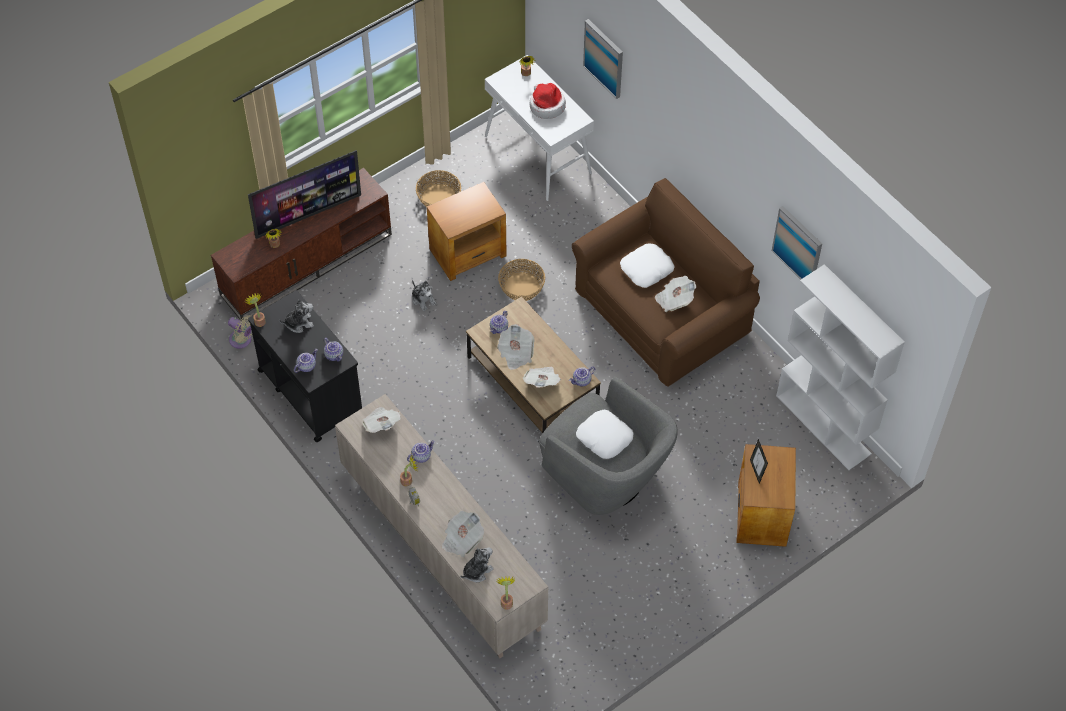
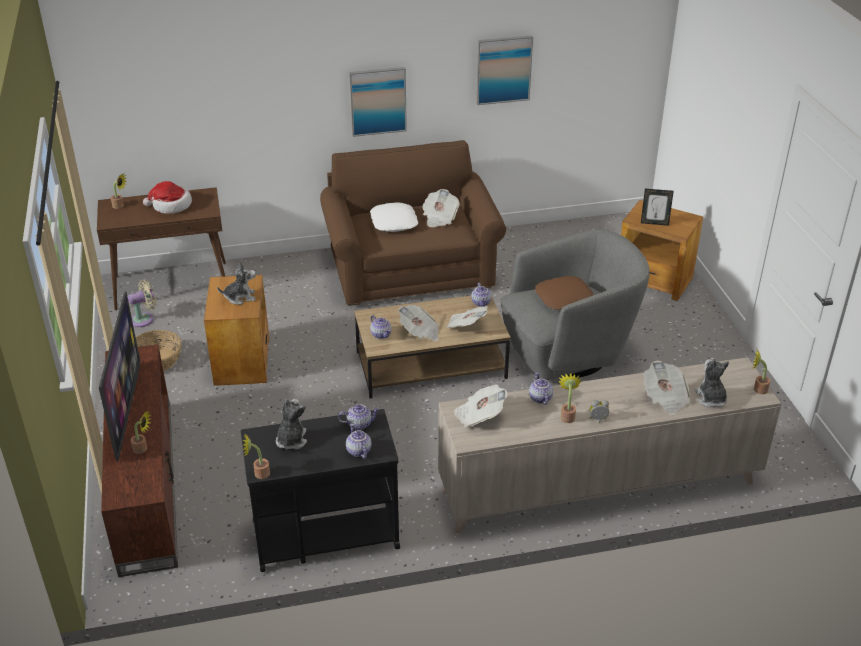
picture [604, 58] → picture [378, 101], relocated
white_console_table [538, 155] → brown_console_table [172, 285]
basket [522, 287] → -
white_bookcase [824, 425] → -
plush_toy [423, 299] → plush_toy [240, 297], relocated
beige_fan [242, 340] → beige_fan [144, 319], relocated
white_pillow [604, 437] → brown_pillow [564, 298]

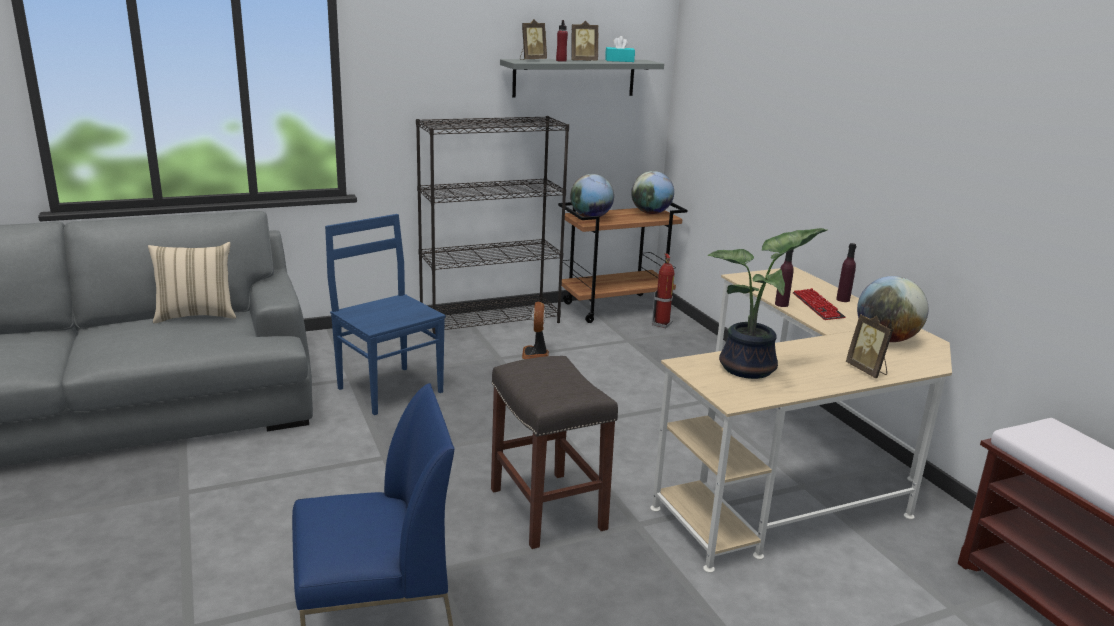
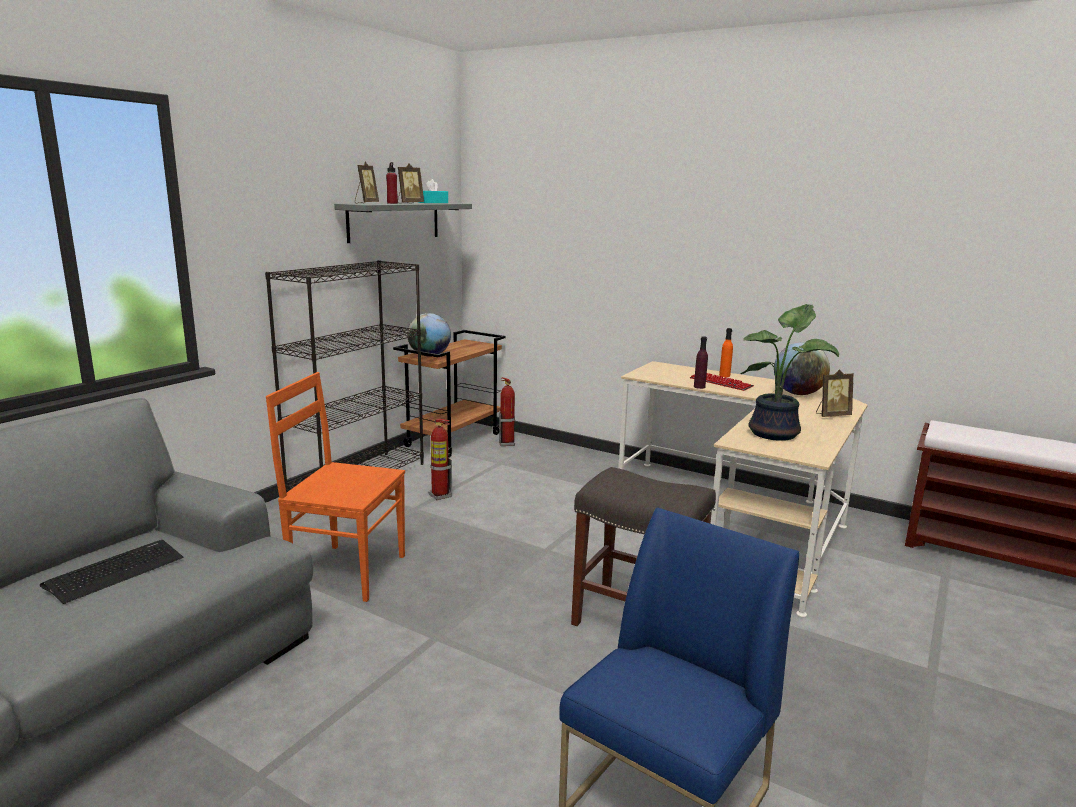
globe [650, 213] → -
blue_chair [389, 389] → orange_chair [346, 571]
beige_pillow [196, 315] → -
purple_bottle [843, 299] → orange_bottle [724, 375]
fan [535, 354] → fire_extinguisher [440, 496]
picture_frame [867, 370] → picture_frame [831, 415], 45 degrees counterclockwise
- → keyboard [115, 571]

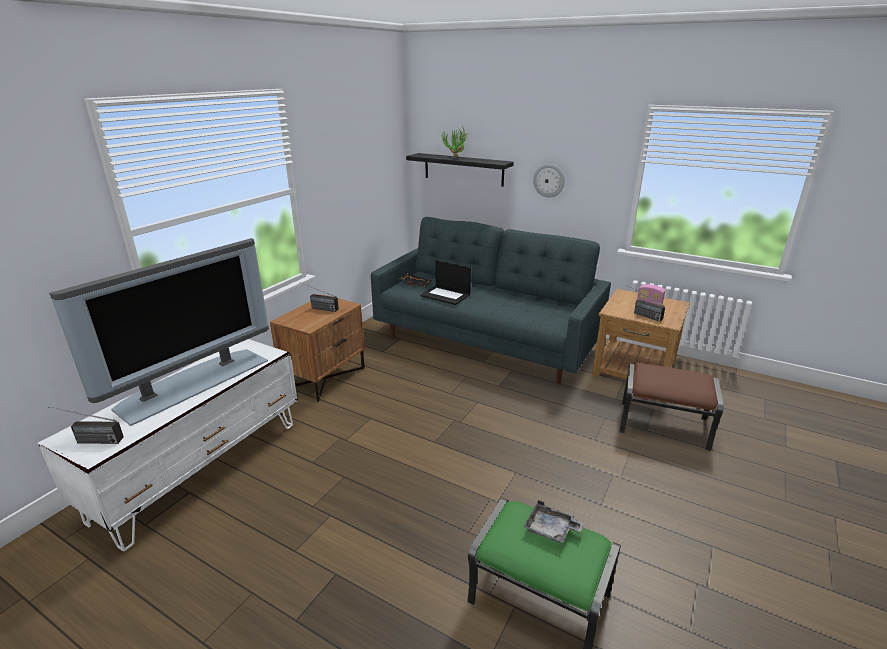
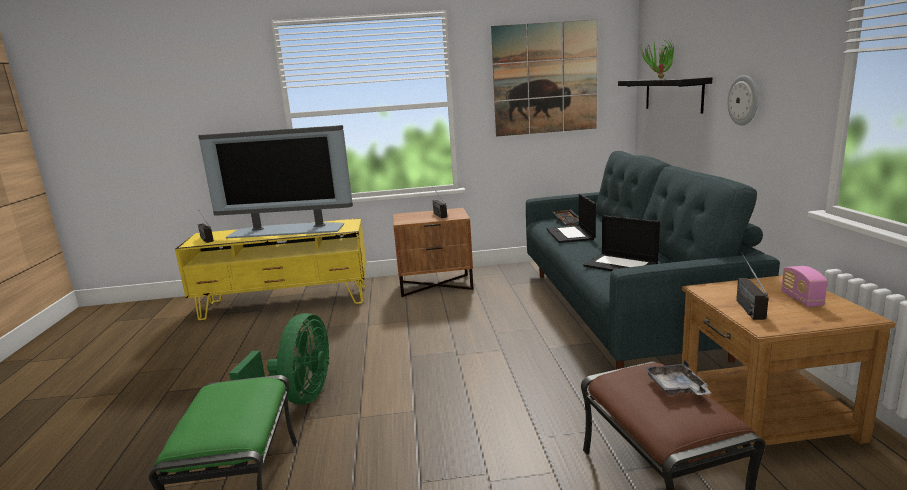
white_tv_stand [202, 468] → yellow_tv_stand [286, 302]
grey_tray [551, 529] → grey_tray [676, 388], relocated
- → picture [545, 79]
- → laptop [622, 265]
- → green_fan [298, 398]

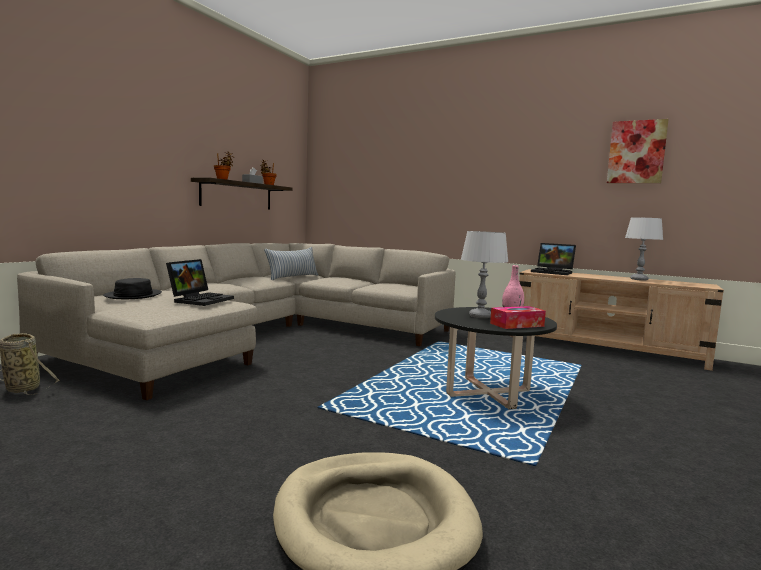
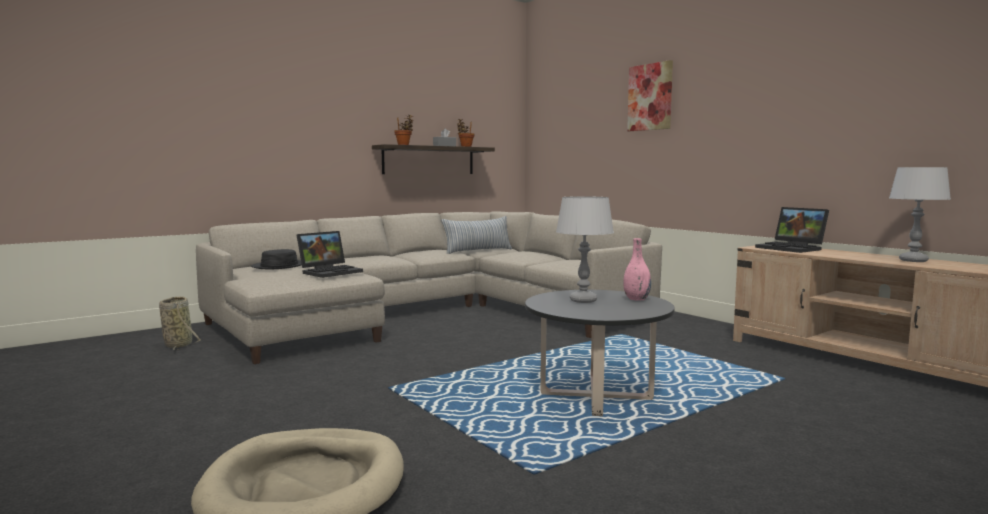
picture [636, 152] → picture [650, 97], relocated
tissue_box [517, 325] → -

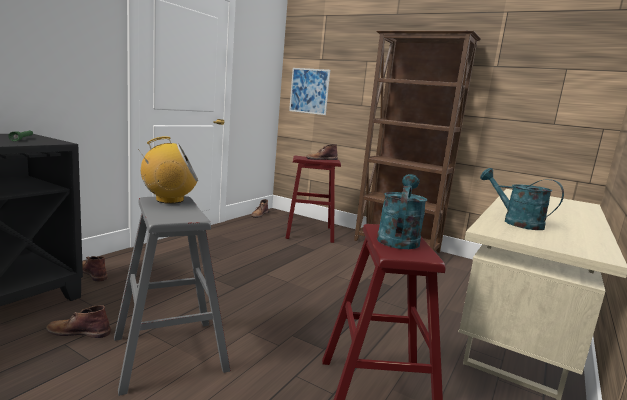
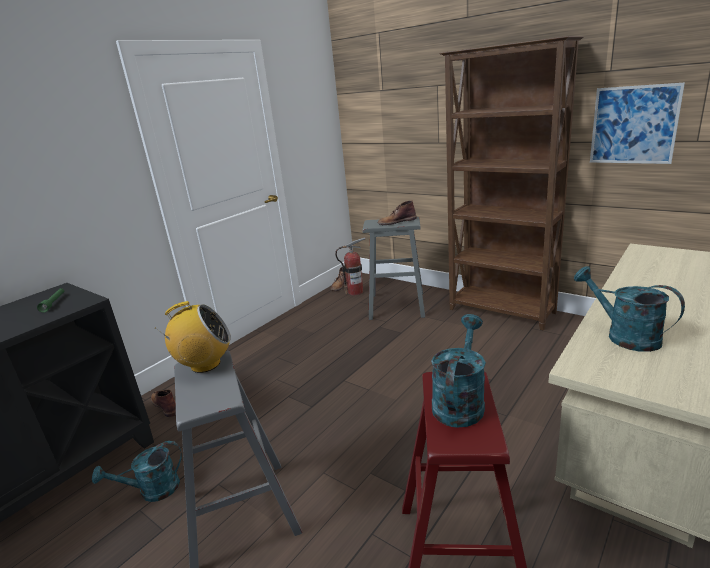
picture [309, 91] → picture [633, 125], relocated
red_stool [309, 232] → grey_stool [397, 305]
brown_boot [78, 331] → turquoise_watering_can [152, 491]
- → fire_extinguisher [355, 292]

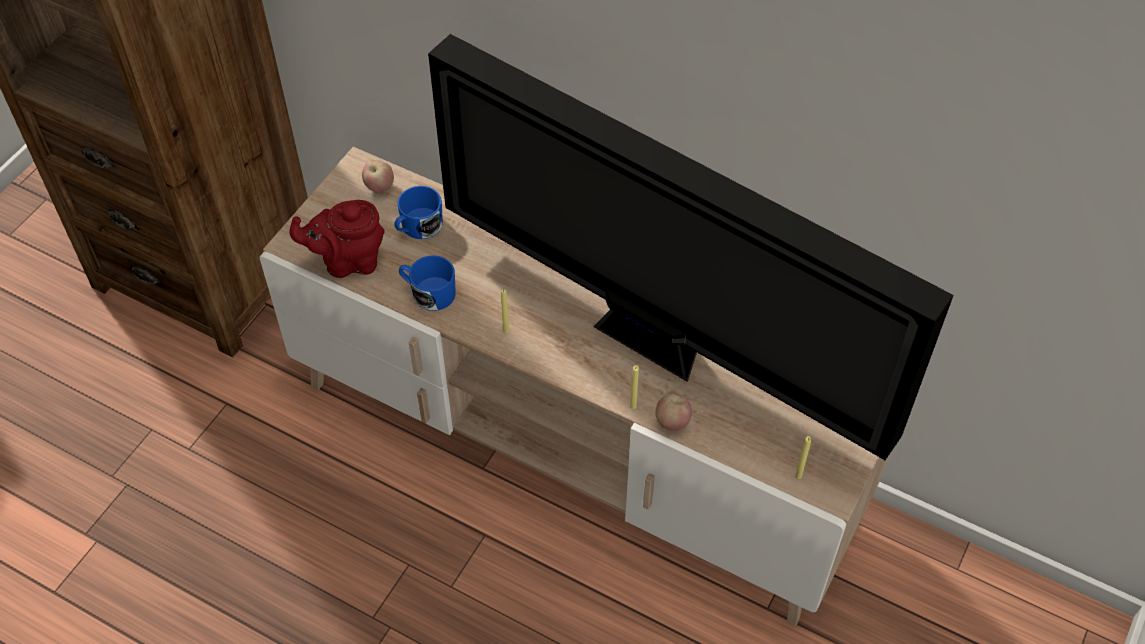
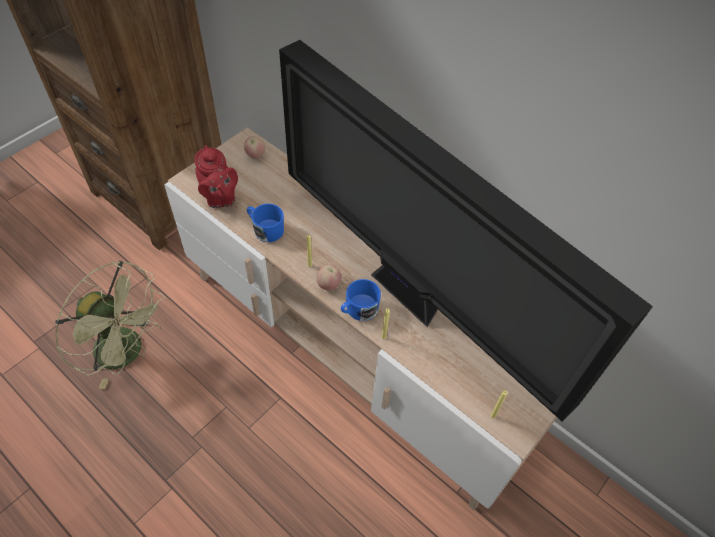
blue_mug [418, 227] → blue_mug [358, 309], relocated
red_teapot [348, 261] → red_teapot [219, 198], 120 degrees counterclockwise
apple [672, 422] → apple [328, 285], relocated
- → green_fan [128, 352]

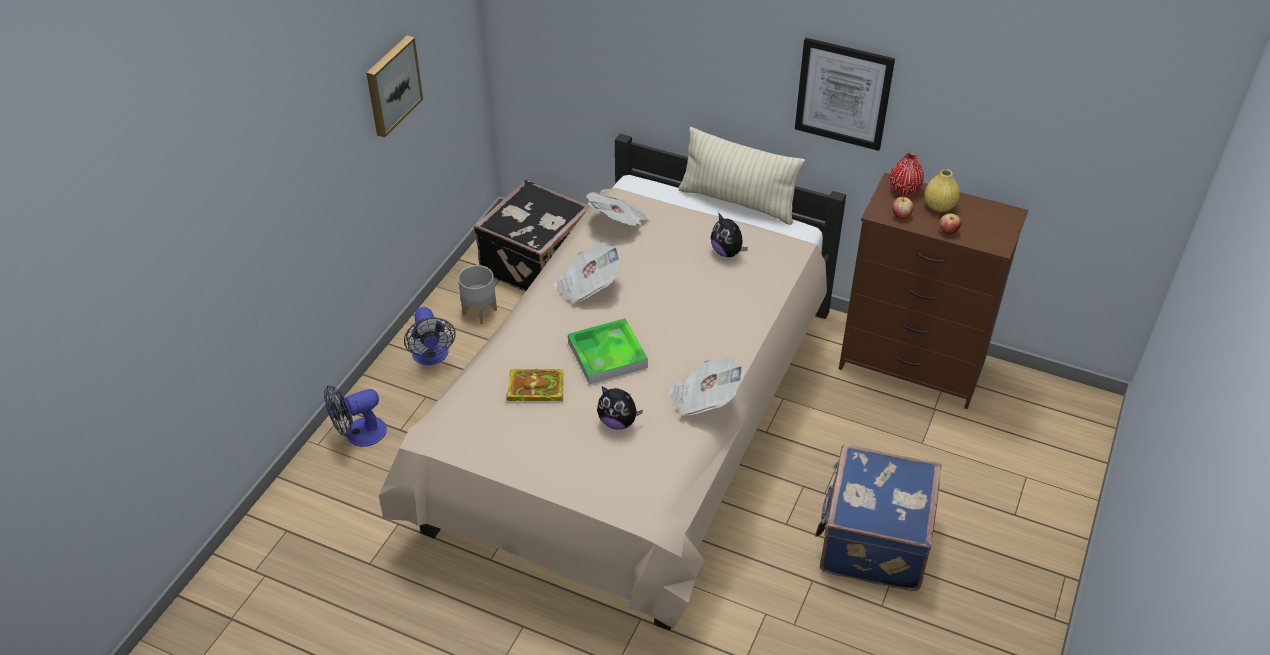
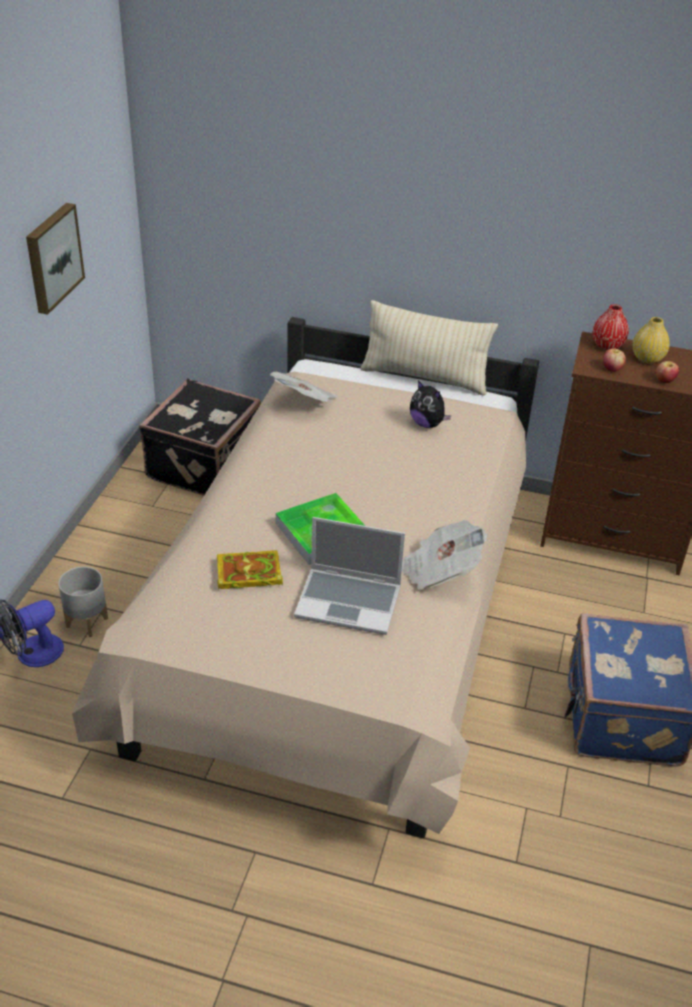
picture [843, 94] → -
newspaper [587, 286] → -
grey_planter [480, 311] → grey_planter [87, 622], relocated
fan [431, 356] → -
plush_toy [618, 422] → laptop [350, 602]

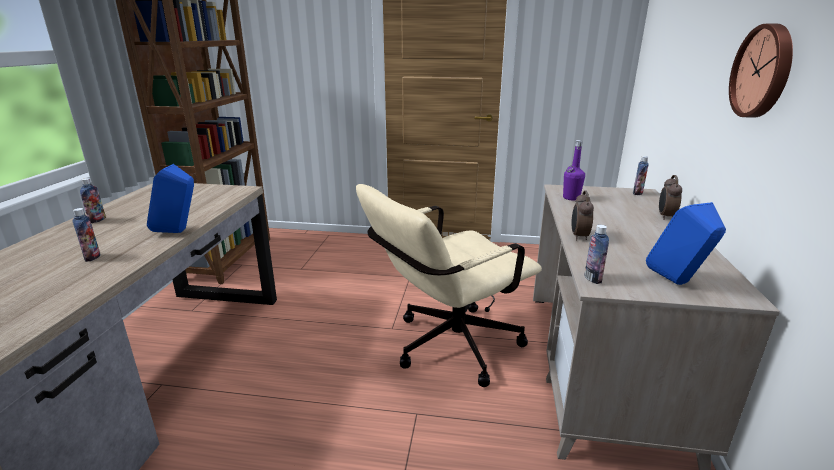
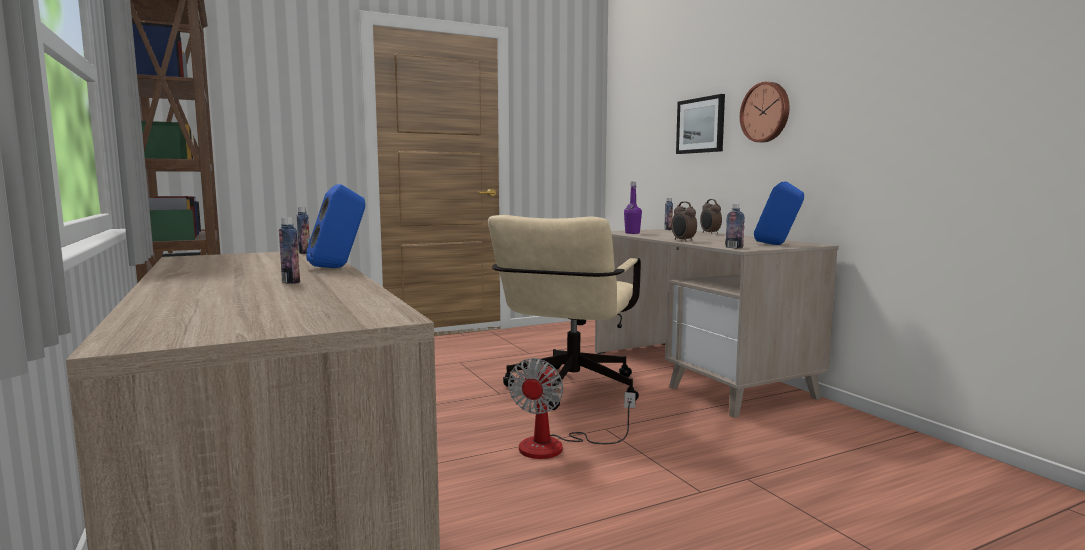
bottle [97, 220] → bottle [304, 253], relocated
- → picture [701, 125]
- → fan [557, 446]

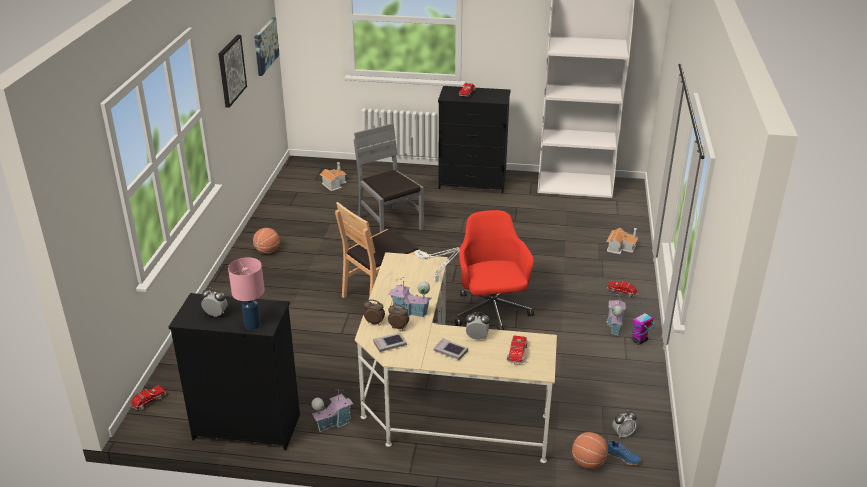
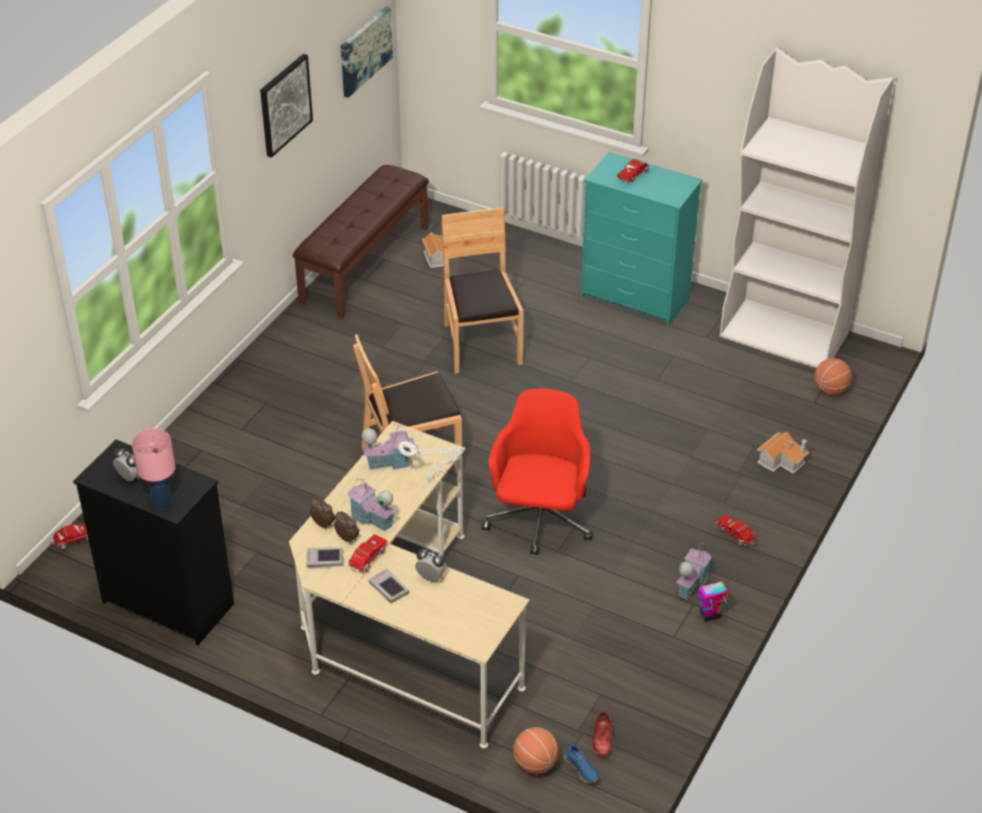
black_dresser [473, 183] → turquoise_dresser [635, 298]
grey_chair [389, 224] → brown_chair [481, 344]
basketball [267, 251] → basketball [830, 389], relocated
toy_truck [517, 355] → toy_truck [367, 559], relocated
toy_house [333, 422] → toy_house [389, 462], relocated
alarm_clock [622, 434] → red_shoe [602, 739]
- → brown_bench [364, 264]

